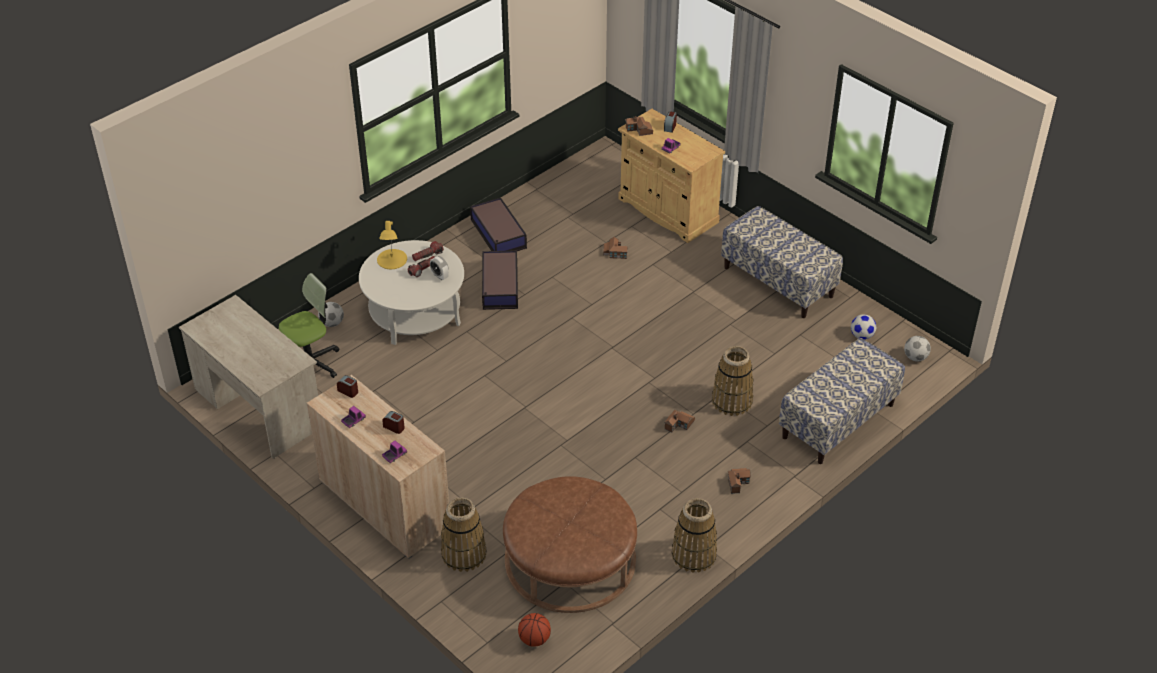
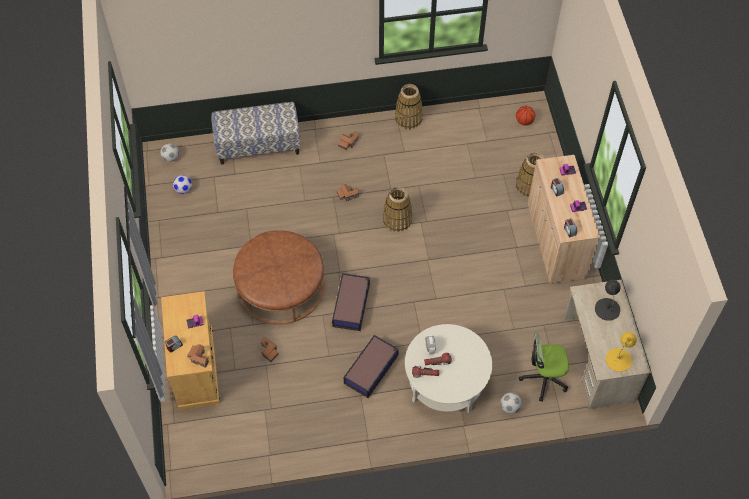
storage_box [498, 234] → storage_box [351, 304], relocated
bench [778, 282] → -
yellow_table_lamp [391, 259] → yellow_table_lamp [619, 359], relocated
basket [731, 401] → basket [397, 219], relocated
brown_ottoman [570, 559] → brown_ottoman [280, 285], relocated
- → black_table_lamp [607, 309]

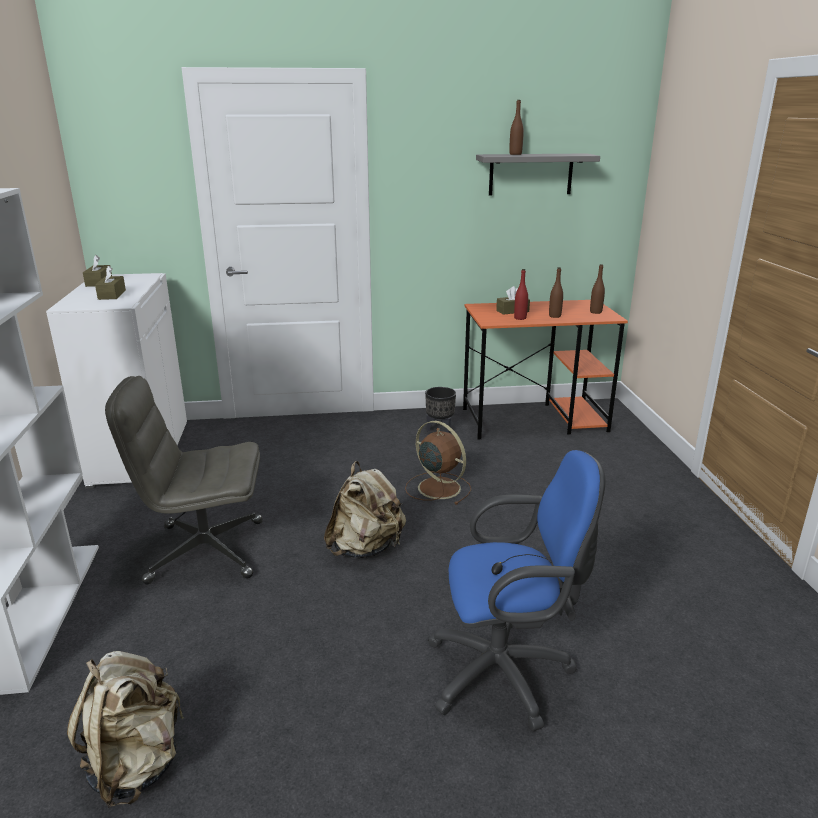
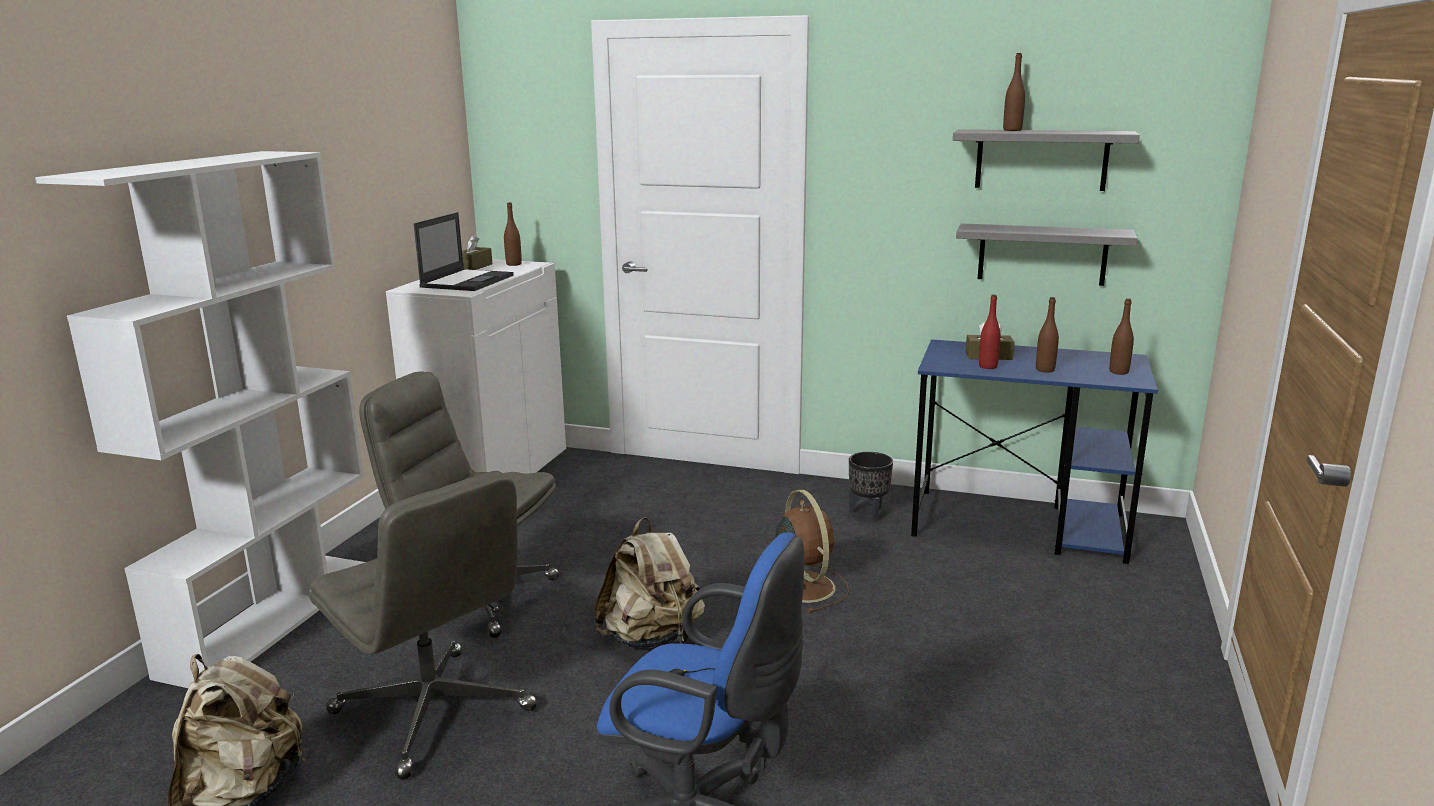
brown_tissue_box [112, 295] → laptop [468, 281]
orange_desk [535, 420] → blue_desk [1020, 525]
- → brown_bottle [514, 264]
- → grey_shelf [1042, 254]
- → grey_office_chair [434, 712]

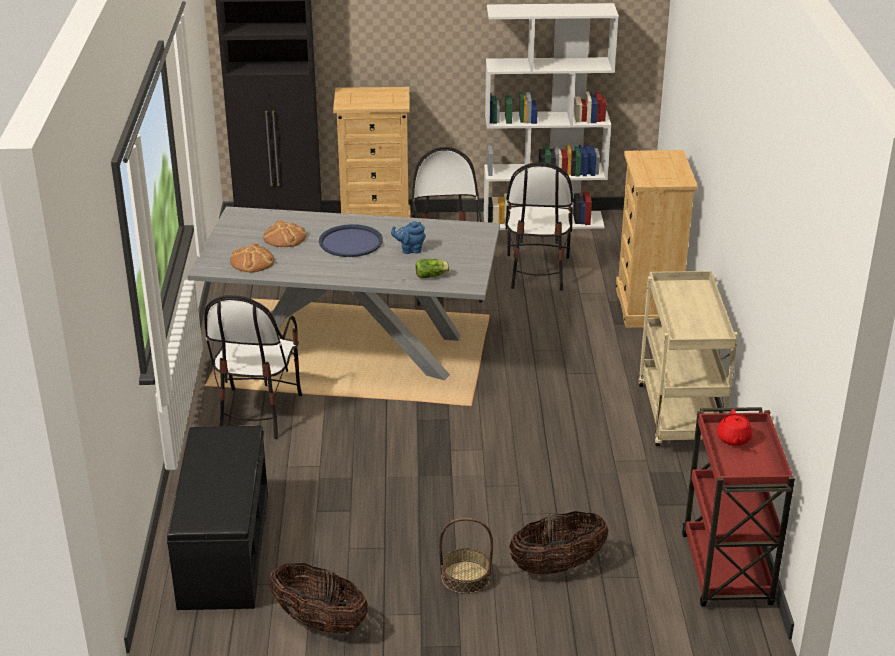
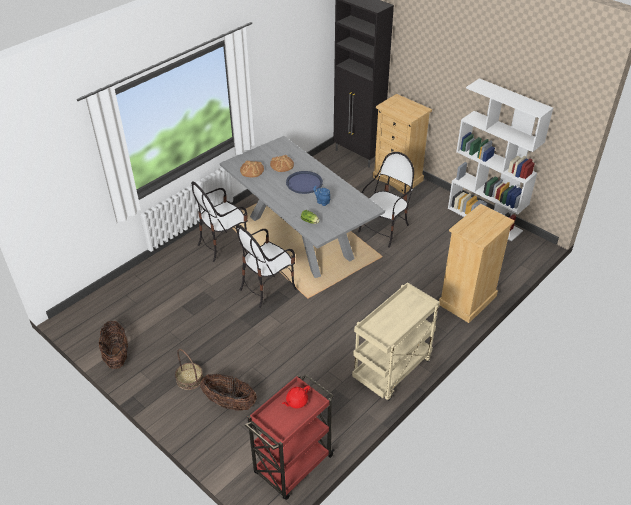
chair [537, 271] → chair [267, 287], relocated
black_bench [223, 550] → -

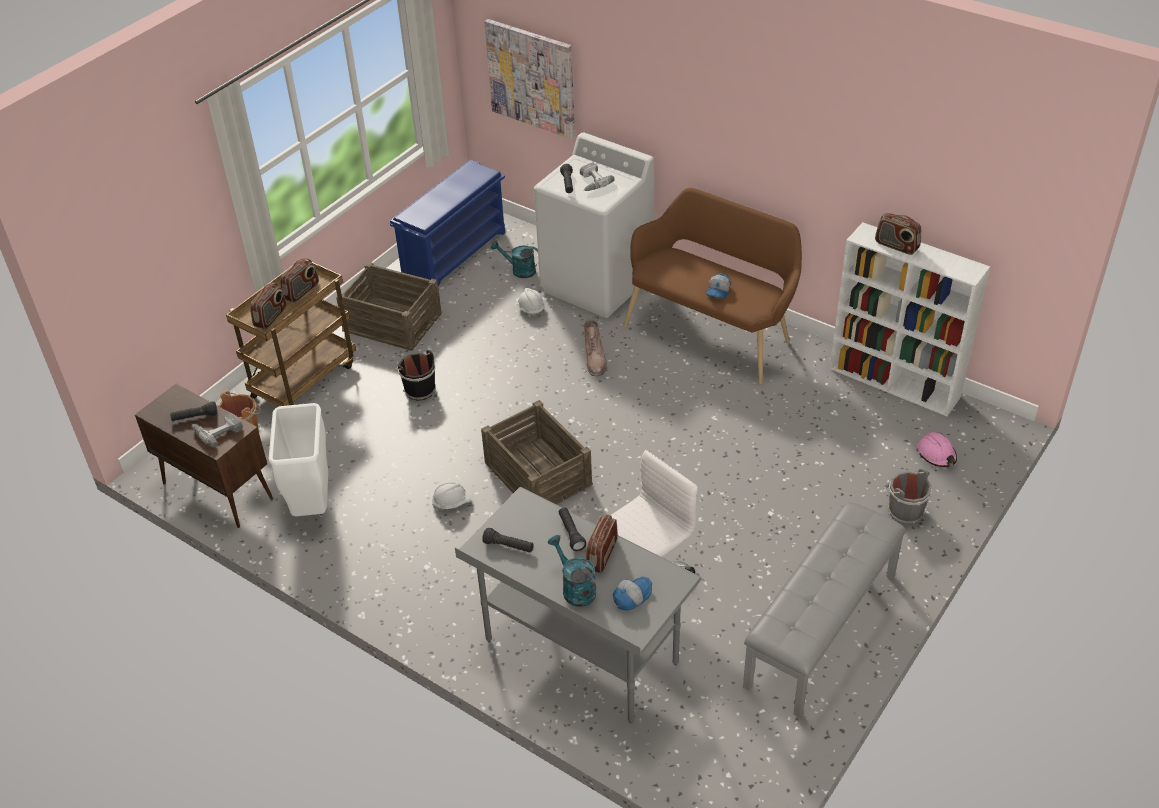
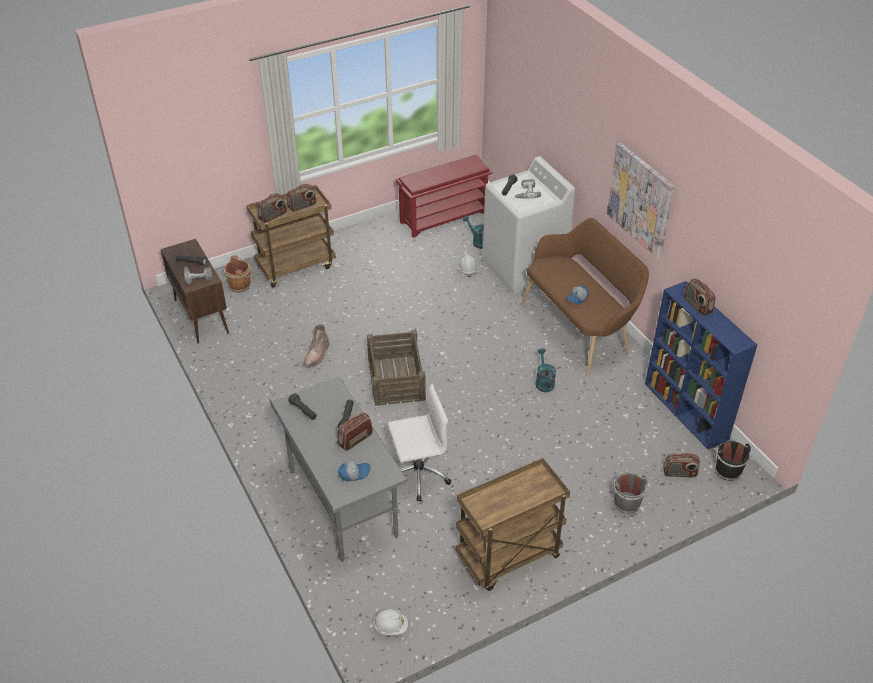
picture [532, 78] → picture [640, 199], relocated
blue_shoe_rack [454, 254] → red_shoe_rack [444, 217]
white_bookcase [895, 383] → blue_bookcase [686, 411]
crate [392, 321] → -
brown_boot [595, 360] → brown_boot [317, 355], relocated
black_bucket [419, 389] → black_bucket [727, 470], relocated
white_trash_can [313, 504] → -
pink_hard_hat [936, 454] → radio [679, 473]
white_hard_hat [452, 502] → white_hard_hat [391, 627], relocated
grey_bench [822, 630] → brown_cart [508, 558]
turquoise_watering_can [575, 588] → turquoise_watering_can [543, 382], relocated

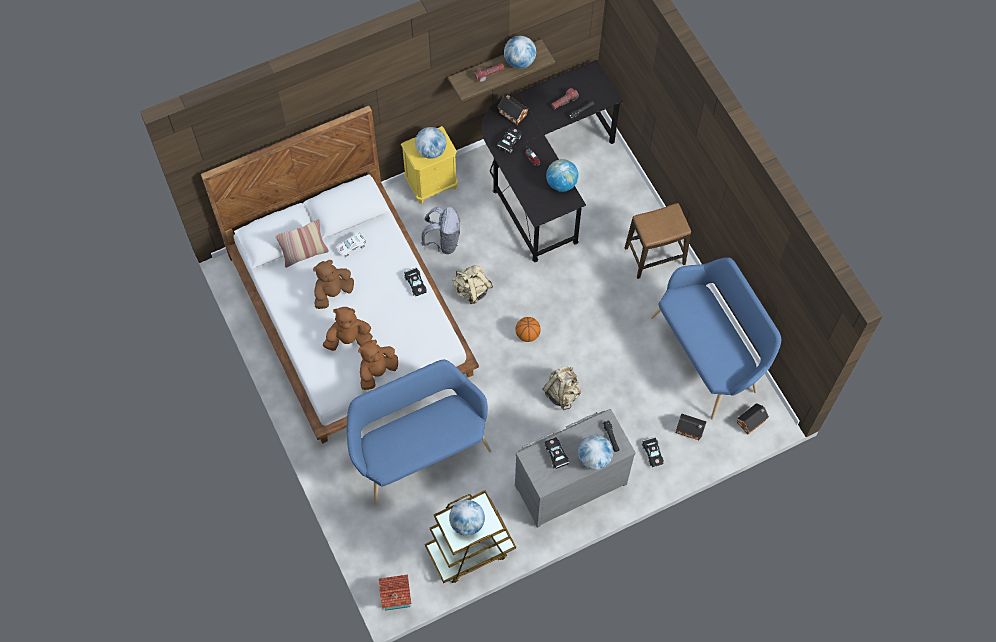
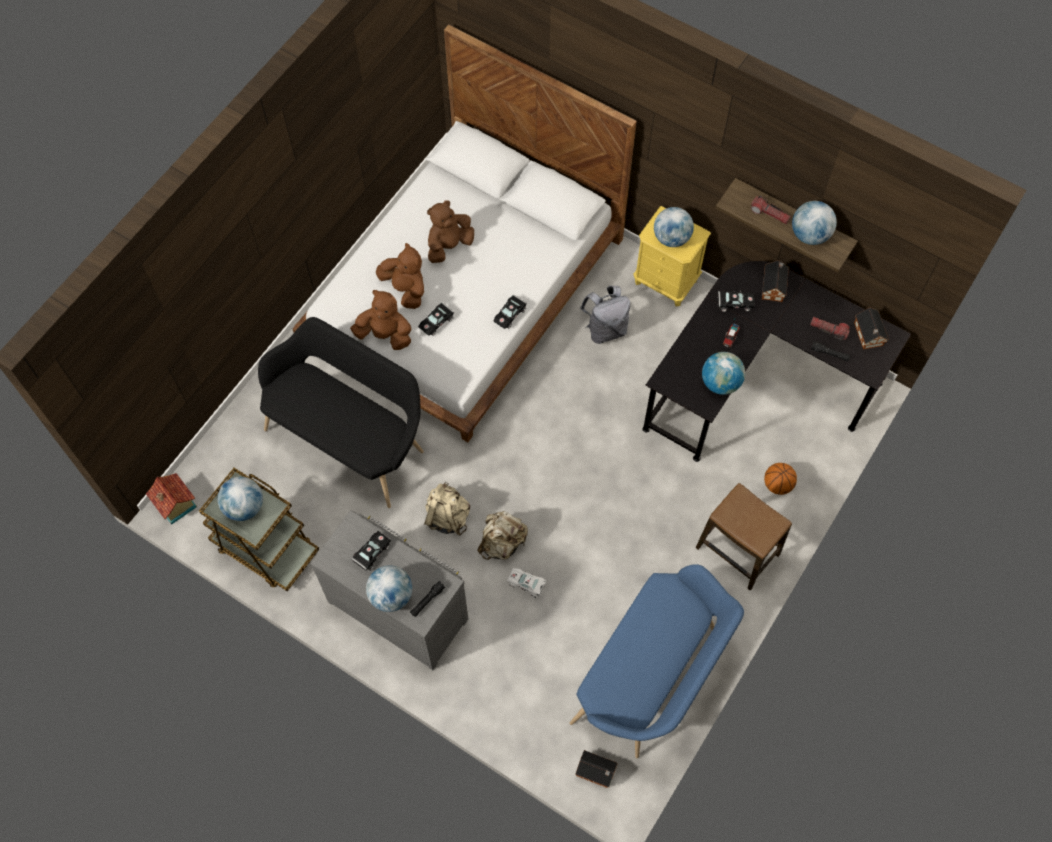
pillow [304, 254] → -
white_toy_car [352, 246] → white_toy_car [527, 584], relocated
brown_plush_toy [333, 292] → brown_plush_toy [449, 245], 60 degrees counterclockwise
beige_backpack [472, 290] → beige_backpack [447, 516], relocated
basketball [527, 334] → basketball [777, 485], relocated
blue_bench [418, 449] → black_bench [350, 437]
toy_house [690, 430] → toy_house [868, 335], relocated
black_toy_car [652, 452] → black_toy_car [437, 321], relocated

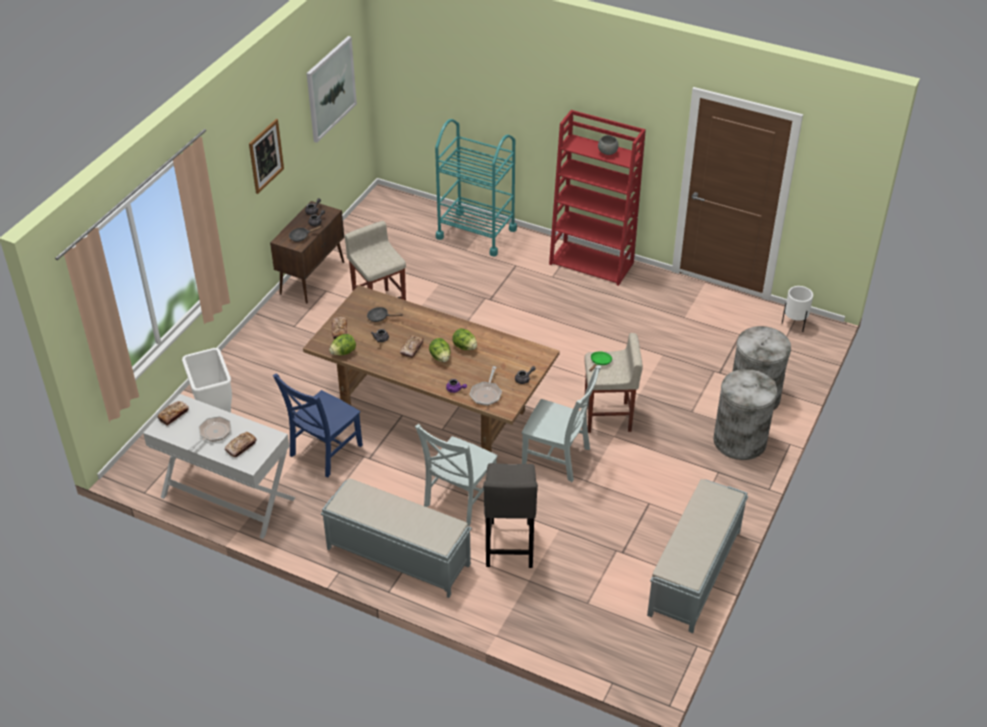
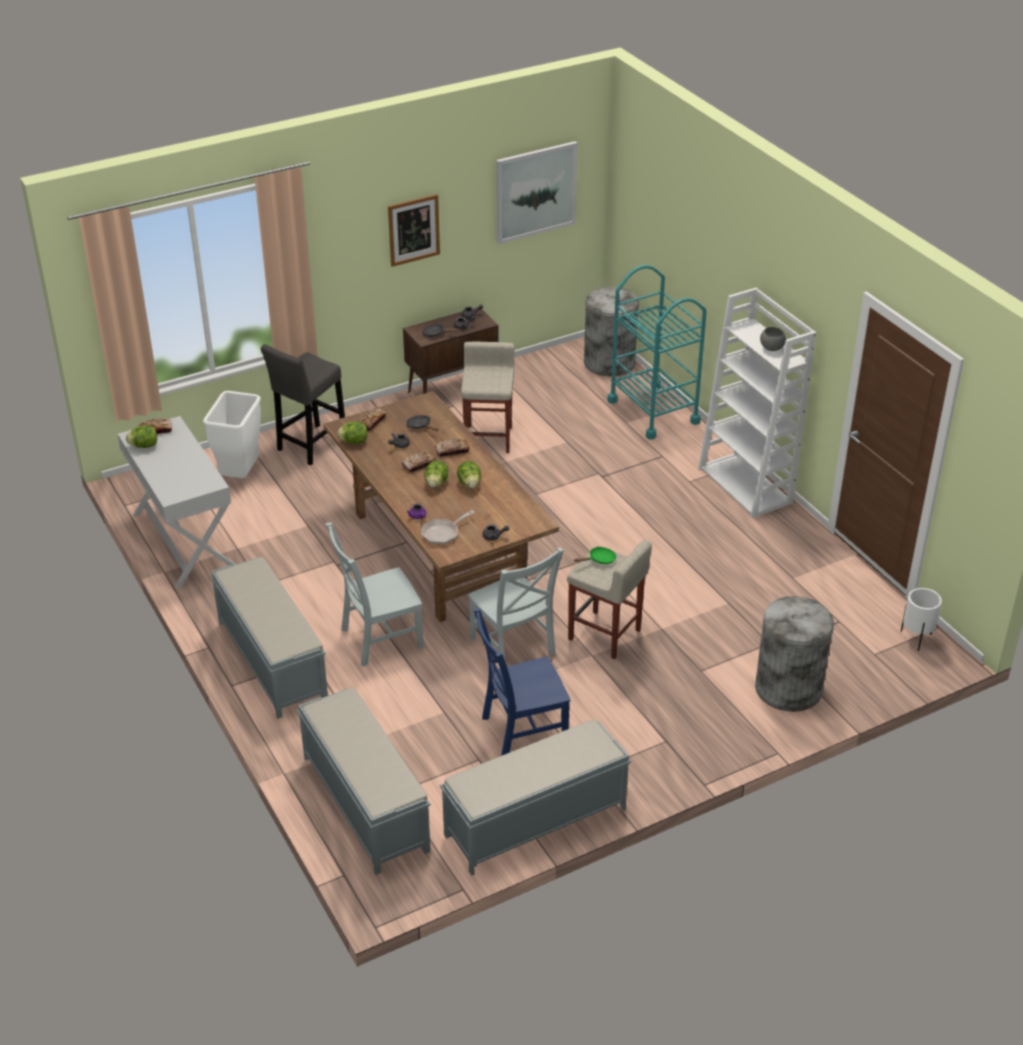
red_bookcase [592, 263] → white_bookcase [746, 486]
grey_trash_can [740, 440] → grey_trash_can [609, 362], relocated
blue_chair [324, 452] → blue_chair [520, 731], relocated
frying_pan [213, 434] → -
bread [241, 447] → bread [452, 450], relocated
grey_stool [509, 547] → grey_stool [310, 446], relocated
- → lettuce [144, 446]
- → grey_bench [364, 803]

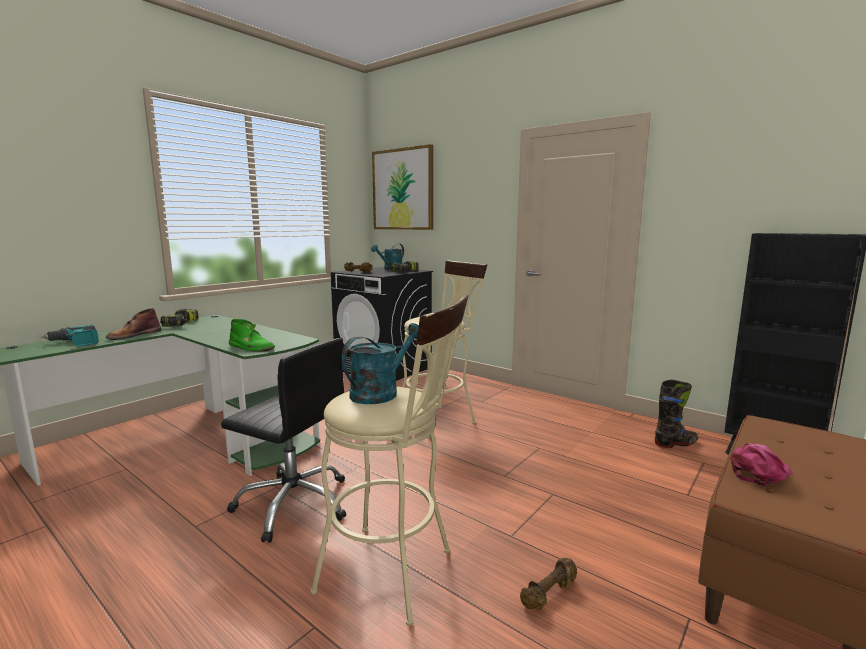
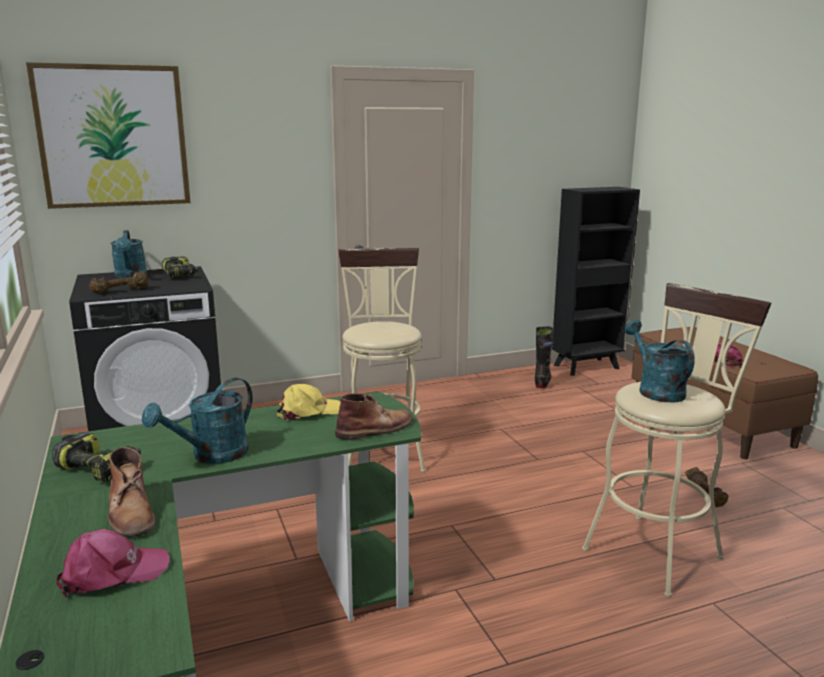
green_boot [251, 347] → brown_boot [376, 429]
power_drill [75, 343] → pink_cap [112, 573]
black_office_chair [294, 503] → -
- → turquoise_watering_can [211, 456]
- → yellow_cap [309, 411]

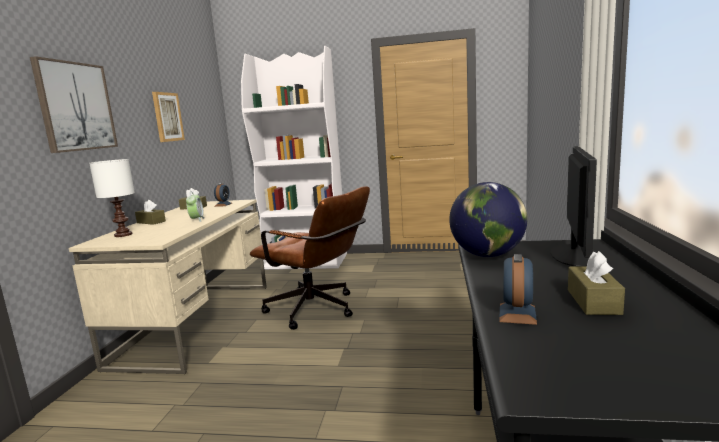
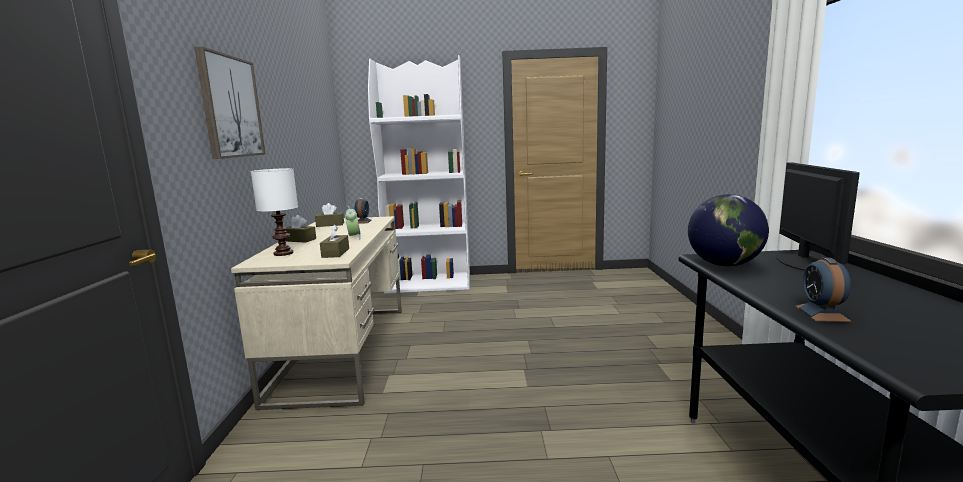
picture [167, 117] → -
brown_office_chair [318, 310] → -
brown_tissue_box [593, 302] → brown_tissue_box [335, 253], relocated

